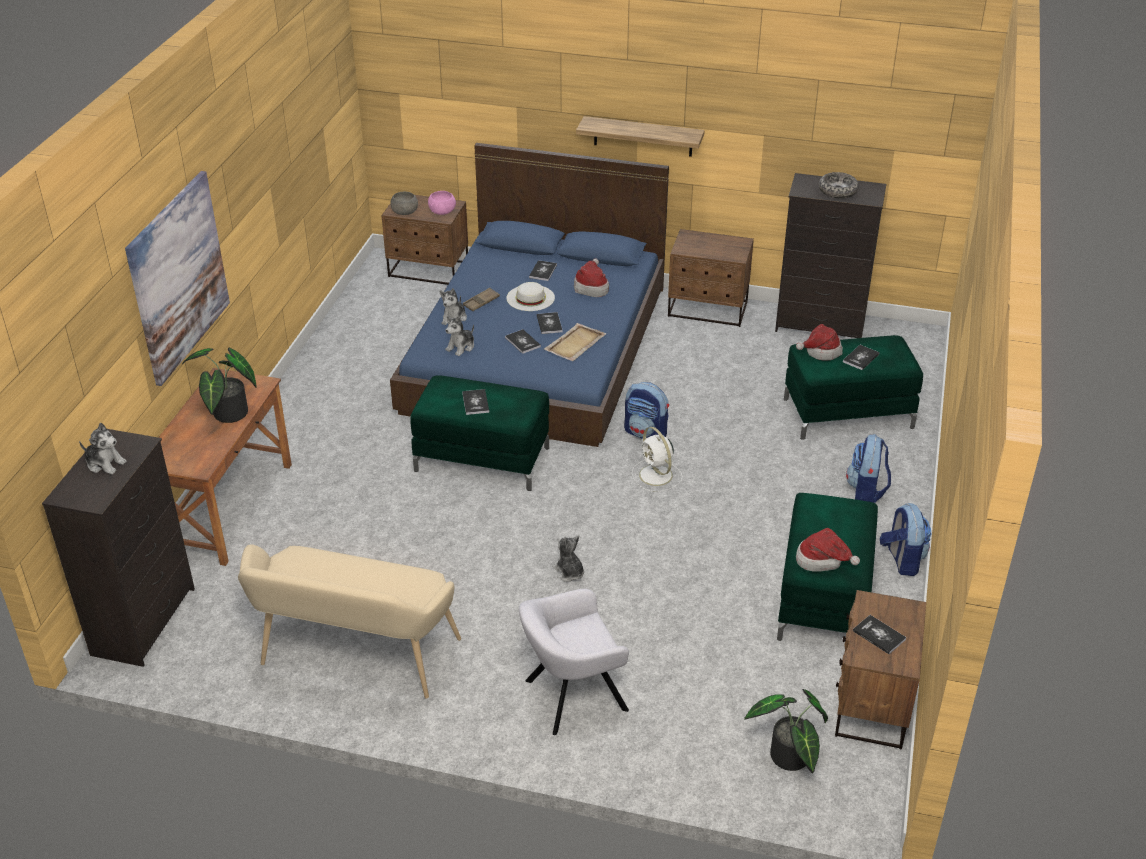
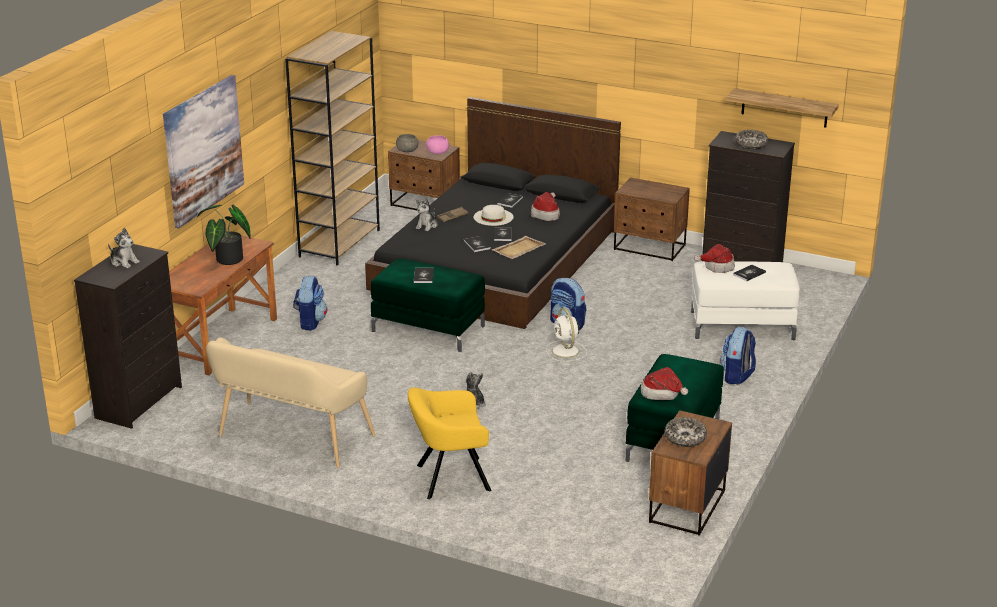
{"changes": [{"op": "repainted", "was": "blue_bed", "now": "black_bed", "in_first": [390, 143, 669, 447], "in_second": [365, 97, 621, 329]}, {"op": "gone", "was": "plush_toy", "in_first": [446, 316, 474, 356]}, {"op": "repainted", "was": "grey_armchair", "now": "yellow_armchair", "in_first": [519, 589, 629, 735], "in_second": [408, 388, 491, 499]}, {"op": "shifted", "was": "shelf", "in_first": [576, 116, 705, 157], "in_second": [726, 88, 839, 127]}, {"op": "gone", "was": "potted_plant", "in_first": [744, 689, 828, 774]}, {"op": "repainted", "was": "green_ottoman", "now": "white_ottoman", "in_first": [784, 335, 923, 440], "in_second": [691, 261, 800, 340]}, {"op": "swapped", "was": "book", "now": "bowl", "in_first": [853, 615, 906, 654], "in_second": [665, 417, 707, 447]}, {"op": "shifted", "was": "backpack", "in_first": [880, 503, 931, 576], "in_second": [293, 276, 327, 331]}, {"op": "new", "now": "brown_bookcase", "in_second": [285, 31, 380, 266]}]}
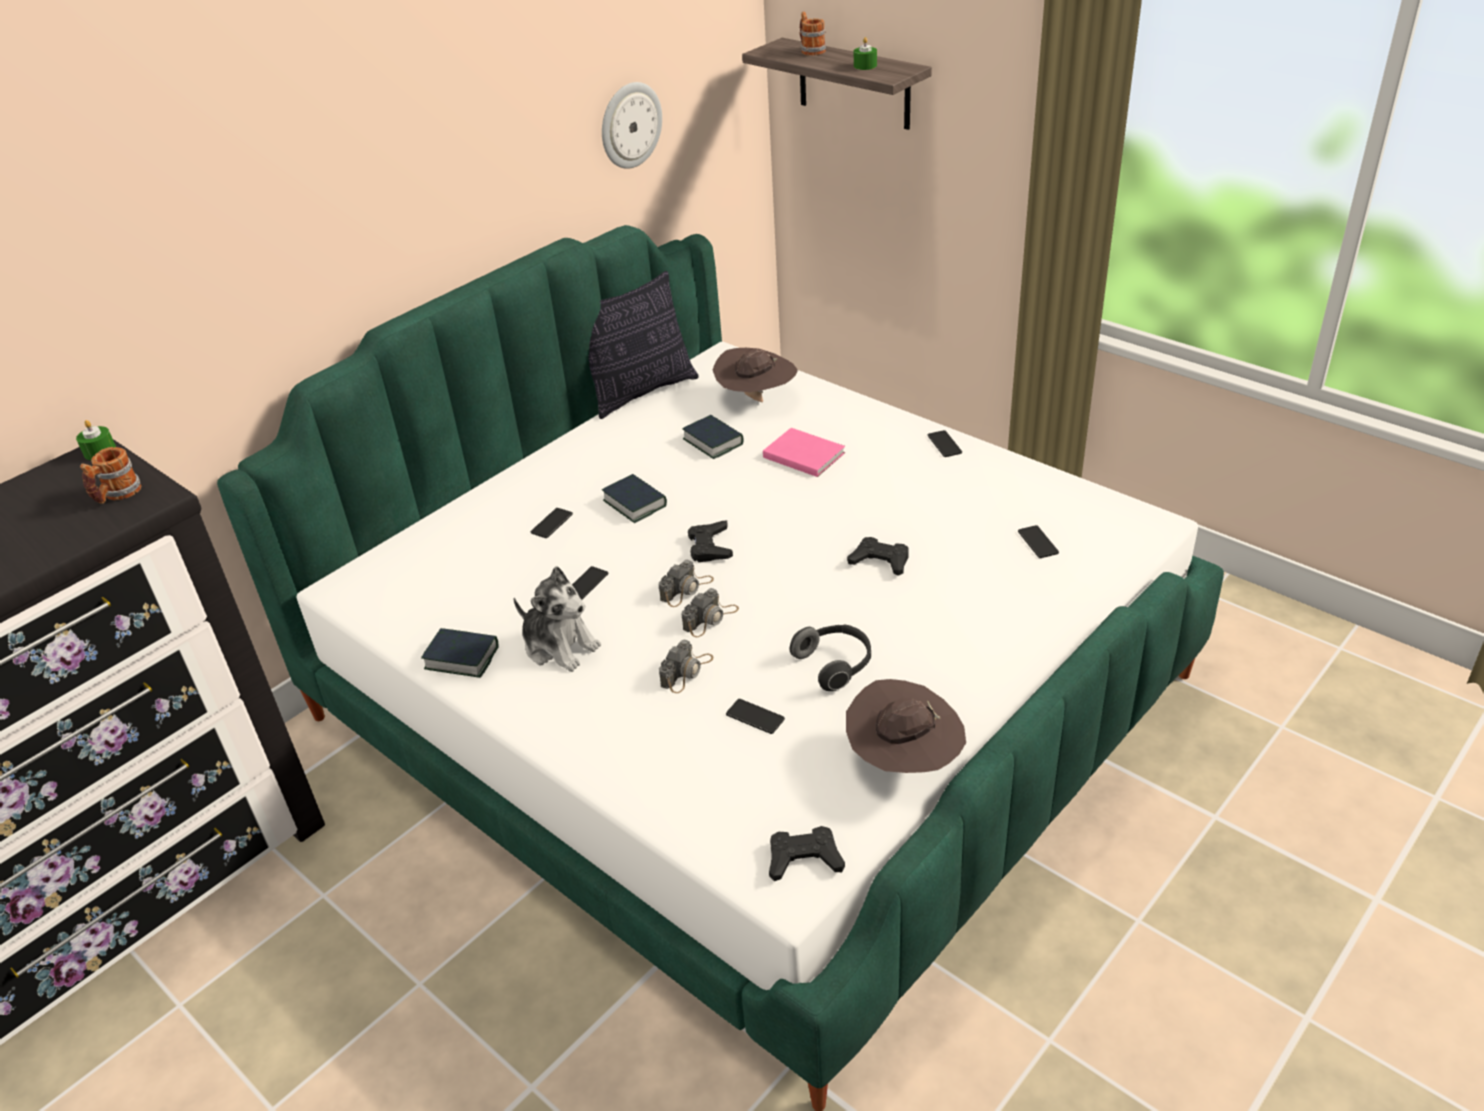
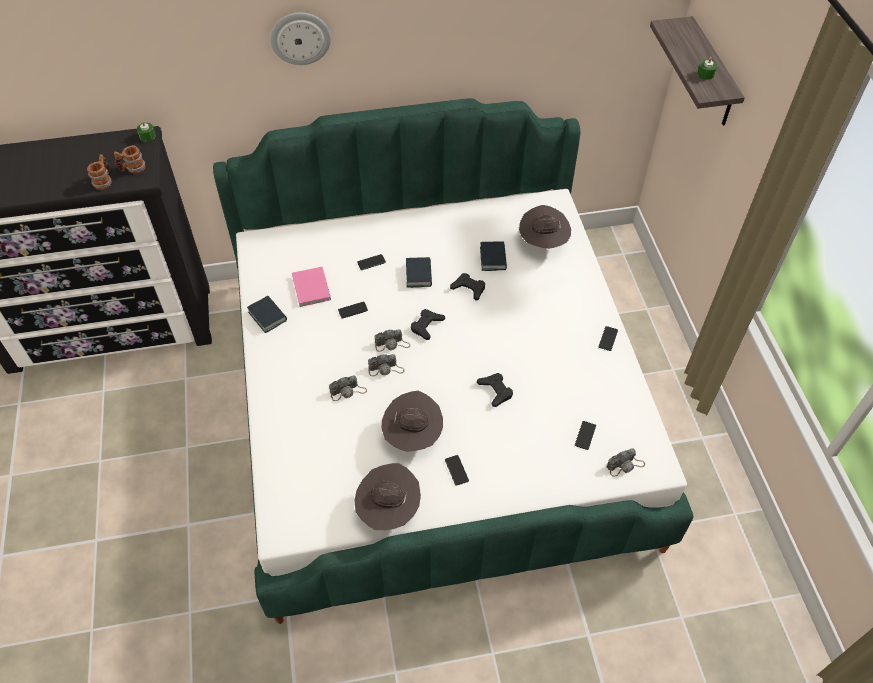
{"changes": [{"op": "gone", "was": "plush_toy", "in_first": [513, 566, 601, 672]}, {"op": "gone", "was": "pillow", "in_first": [588, 271, 699, 419]}, {"op": "shifted", "was": "wall_clock", "in_first": [602, 82, 662, 169], "in_second": [270, 13, 331, 65]}, {"op": "shifted", "was": "phone", "in_first": [726, 699, 785, 734], "in_second": [445, 455, 469, 486]}, {"op": "shifted", "was": "pink_book", "in_first": [763, 428, 845, 477], "in_second": [292, 267, 331, 307]}, {"op": "shifted", "was": "black_game_controller", "in_first": [769, 826, 845, 881], "in_second": [450, 273, 485, 300]}, {"op": "swapped", "was": "headphones", "now": "brown_hat", "in_first": [790, 624, 871, 691], "in_second": [382, 391, 443, 452]}, {"op": "shifted", "was": "mug", "in_first": [799, 12, 827, 56], "in_second": [87, 154, 112, 190]}, {"op": "new", "now": "photo_camera", "in_second": [606, 448, 645, 477]}]}
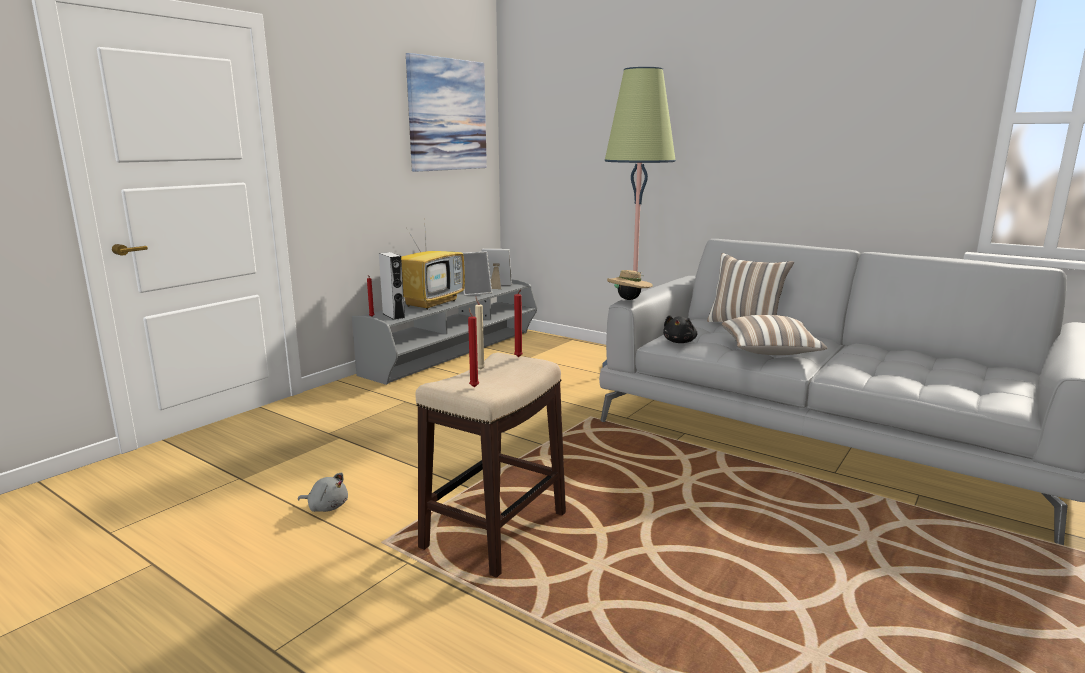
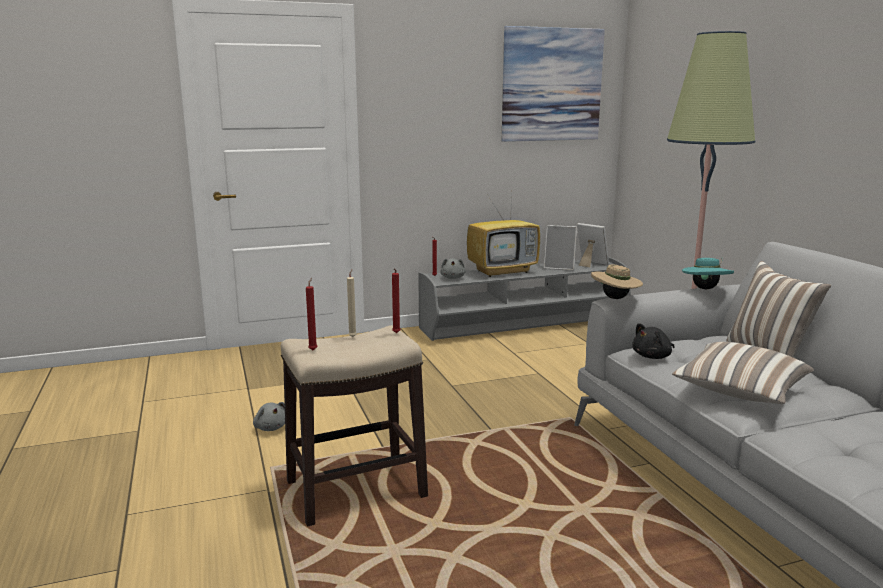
{"changes": [{"op": "swapped", "was": "grey_speaker", "now": "grey_plush_toy", "in_first": [379, 252, 405, 320], "in_second": [440, 258, 466, 279]}, {"op": "new", "now": "turquoise_hat", "in_second": [682, 257, 734, 289]}]}
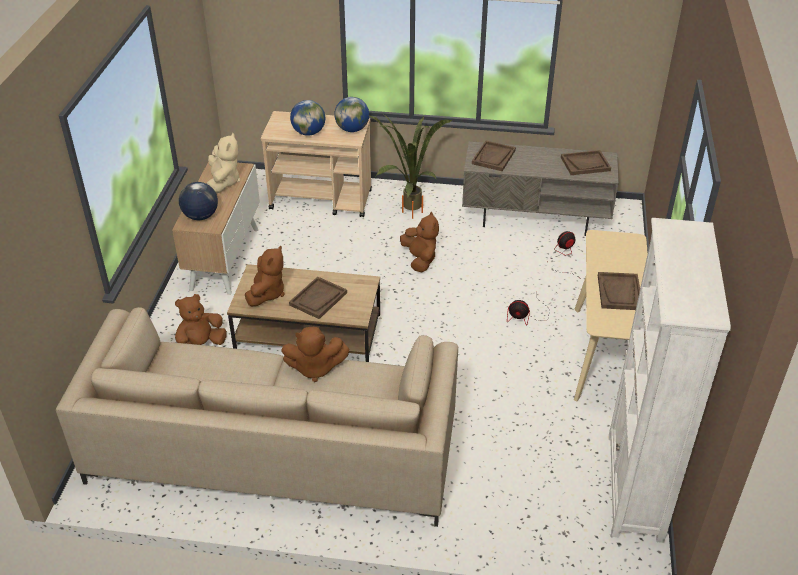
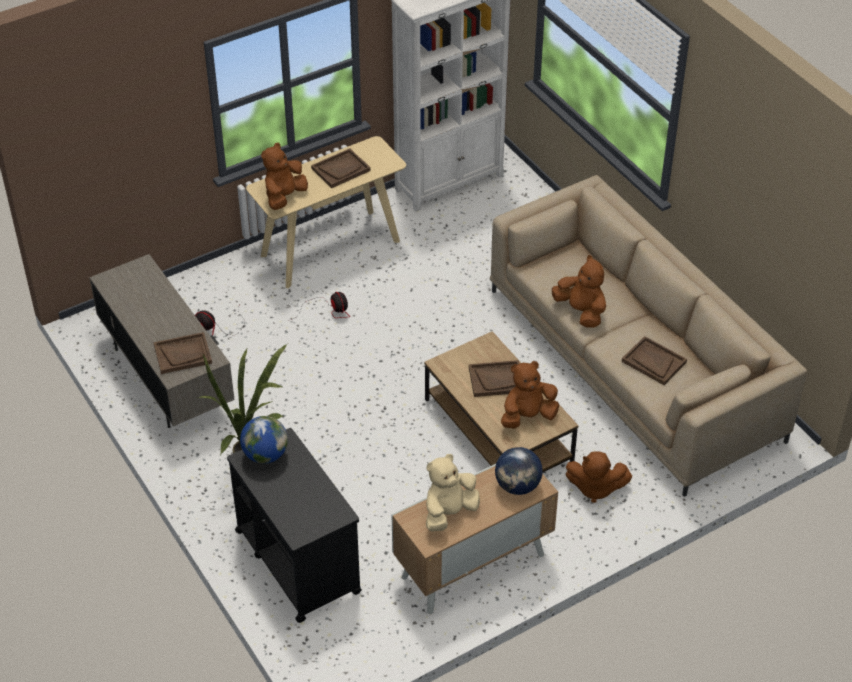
{"changes": [{"op": "repainted", "was": "beige_cart", "now": "black_cart", "in_first": [261, 111, 372, 217], "in_second": [227, 428, 362, 623]}, {"op": "gone", "was": "globe", "in_first": [290, 100, 325, 136]}, {"op": "shifted", "was": "brown_plush_toy", "in_first": [400, 212, 439, 272], "in_second": [261, 143, 308, 210]}, {"op": "shifted", "was": "brown_tray", "in_first": [561, 150, 611, 175], "in_second": [622, 336, 687, 385]}]}
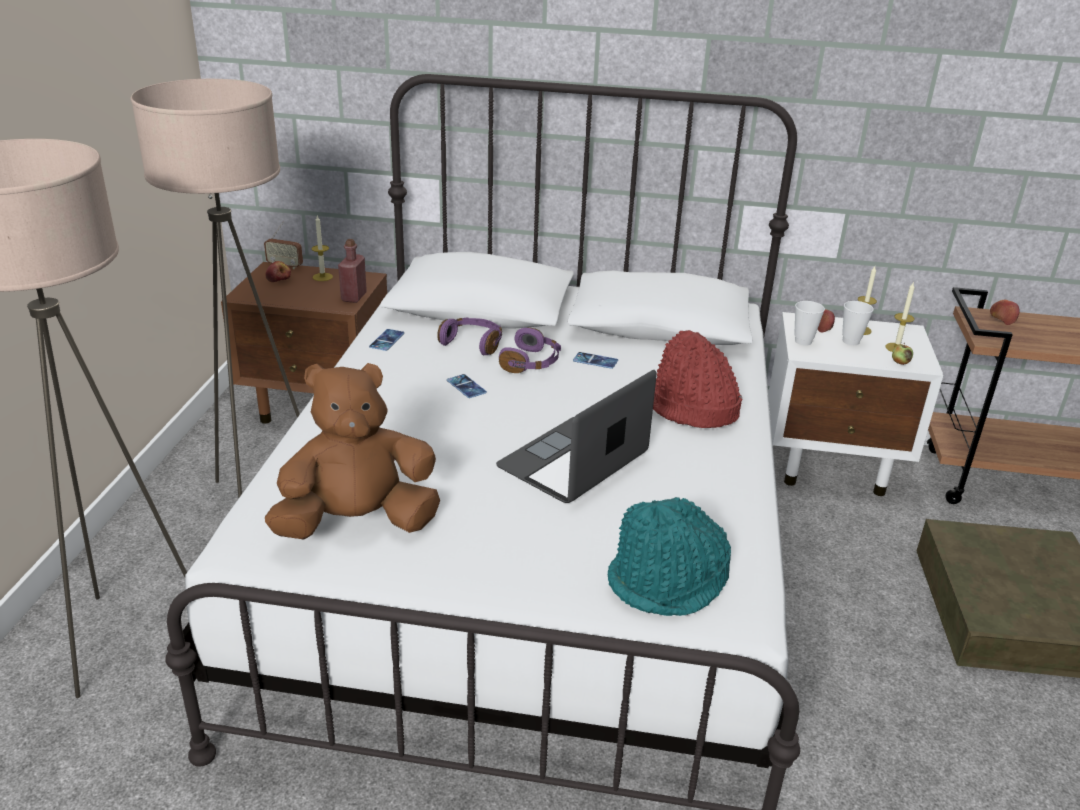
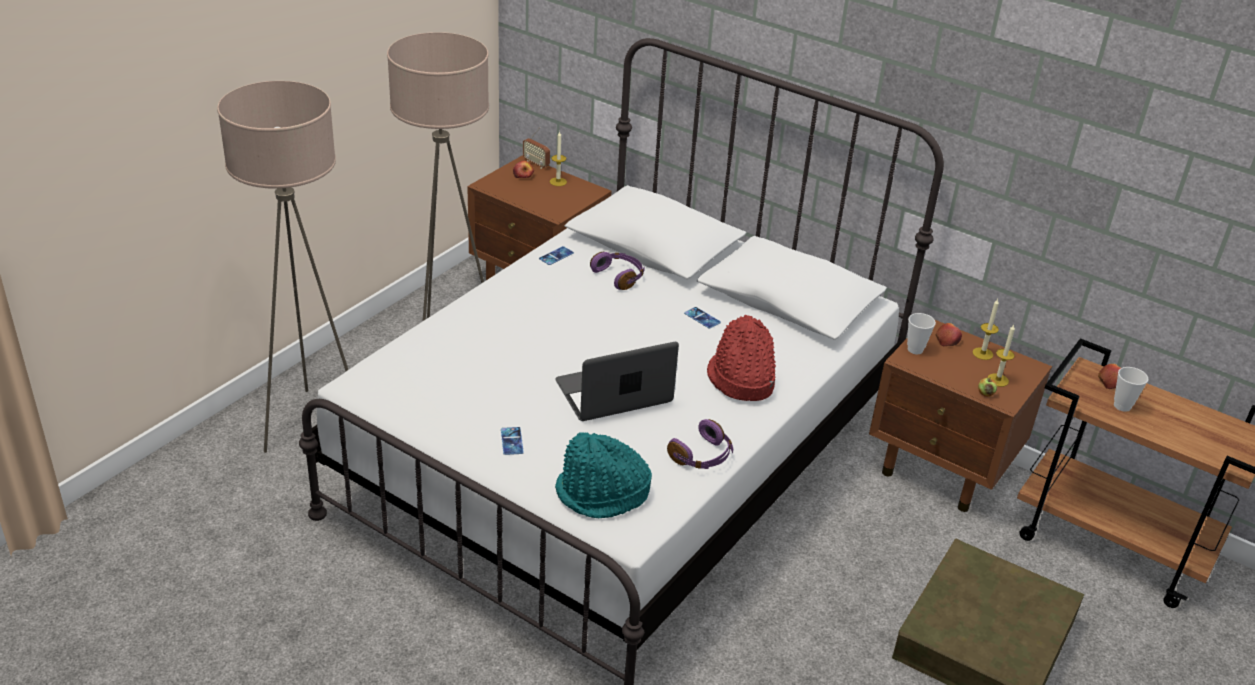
{"changes": [{"op": "gone", "was": "brown_plush_toy", "in_first": [265, 363, 440, 540]}, {"op": "gone", "was": "red_bottle", "in_first": [338, 239, 367, 303]}, {"op": "shifted", "was": "phone", "in_first": [447, 374, 487, 398], "in_second": [501, 427, 524, 455]}, {"op": "shifted", "was": "purple_headphones", "in_first": [499, 327, 561, 373], "in_second": [667, 419, 733, 469]}, {"op": "repainted", "was": "white_nightstand", "now": "brown_nightstand", "in_first": [768, 312, 943, 496], "in_second": [869, 319, 1052, 512]}, {"op": "shifted", "was": "cup", "in_first": [842, 301, 874, 345], "in_second": [1114, 367, 1149, 412]}]}
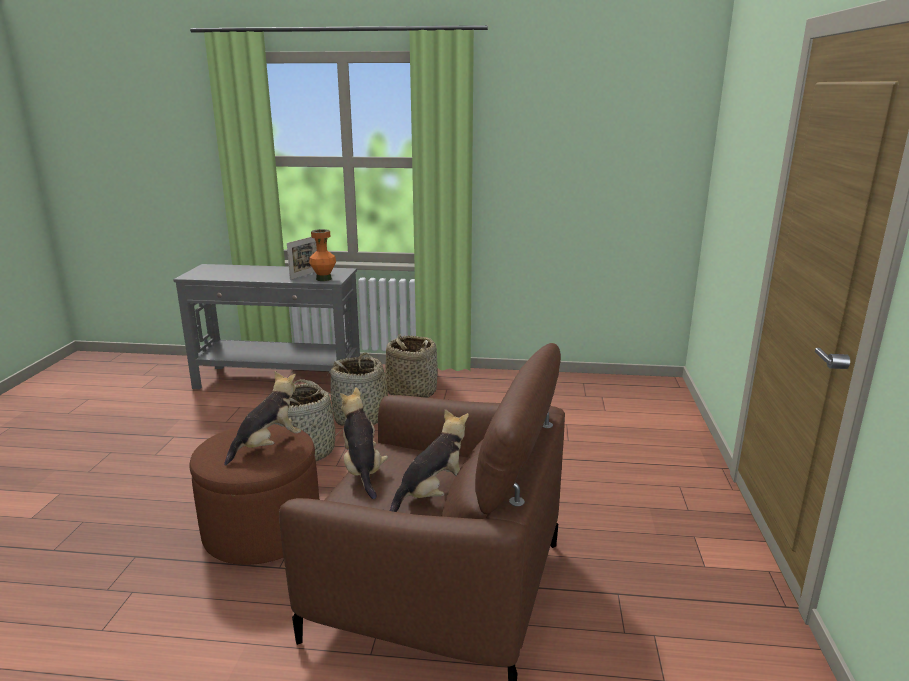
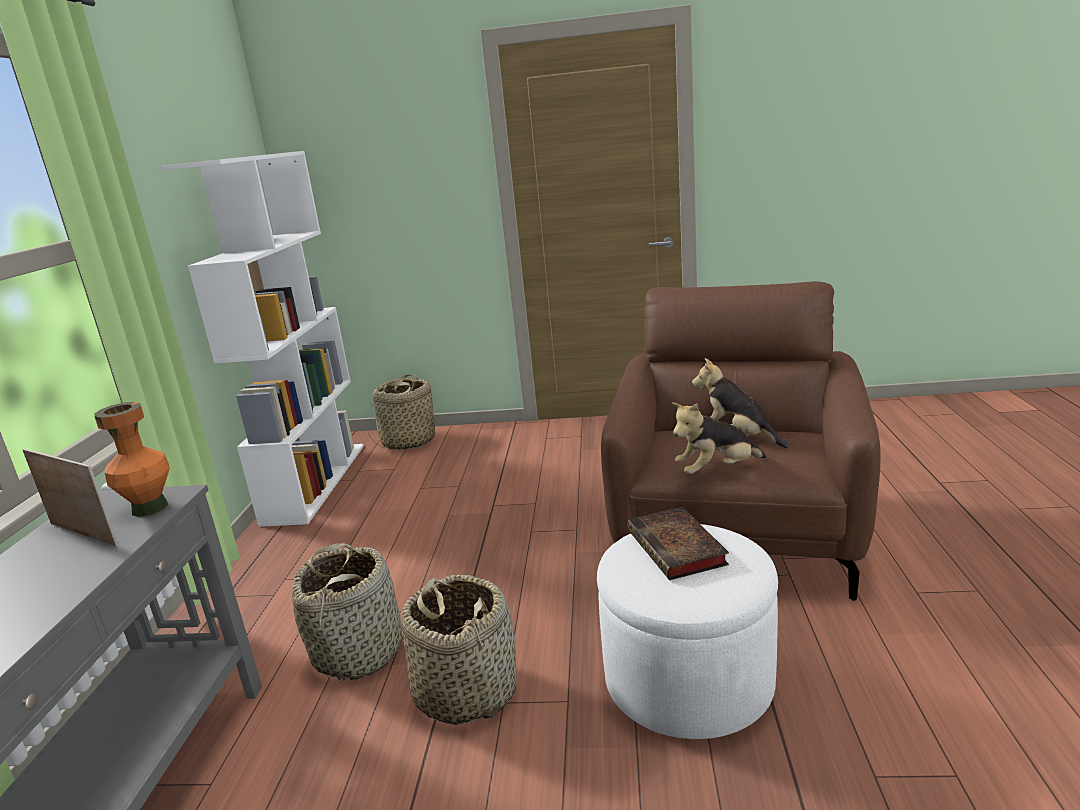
{"changes": [{"op": "repainted", "was": "brown_ottoman", "now": "white_ottoman", "in_first": [189, 424, 319, 565], "in_second": [597, 524, 778, 739]}, {"op": "swapped", "was": "plush_toy", "now": "book", "in_first": [224, 371, 301, 466], "in_second": [627, 507, 729, 580]}, {"op": "shifted", "was": "basket", "in_first": [385, 334, 438, 398], "in_second": [366, 374, 435, 450]}, {"op": "new", "now": "white_bookcase", "in_second": [161, 151, 364, 527]}]}
